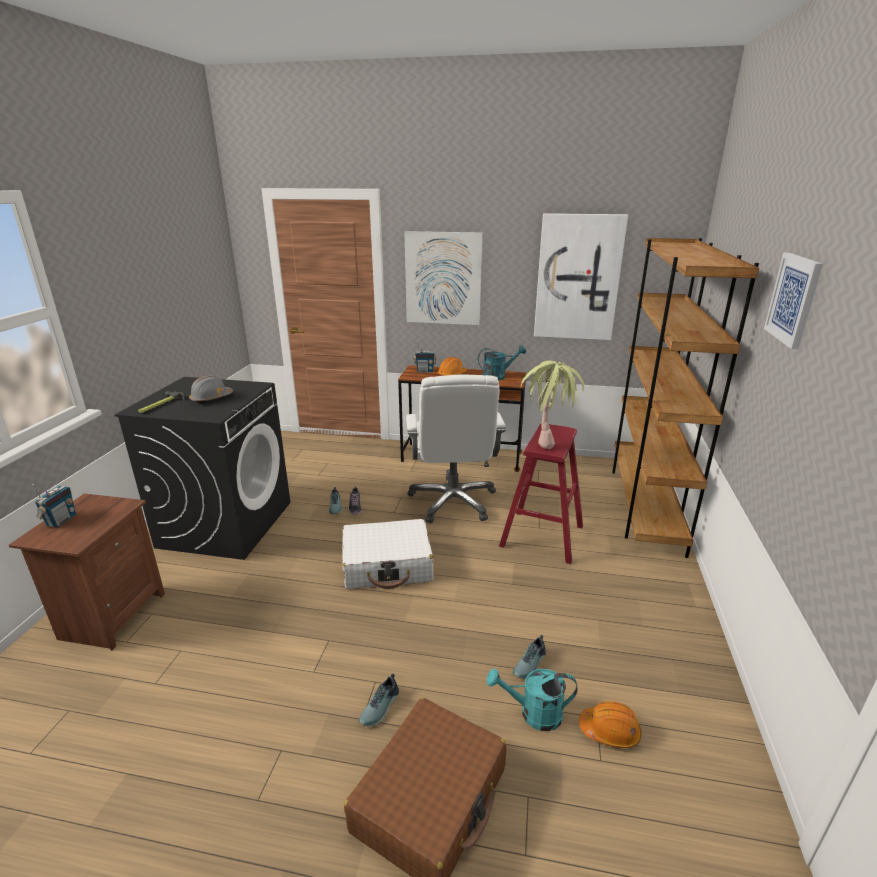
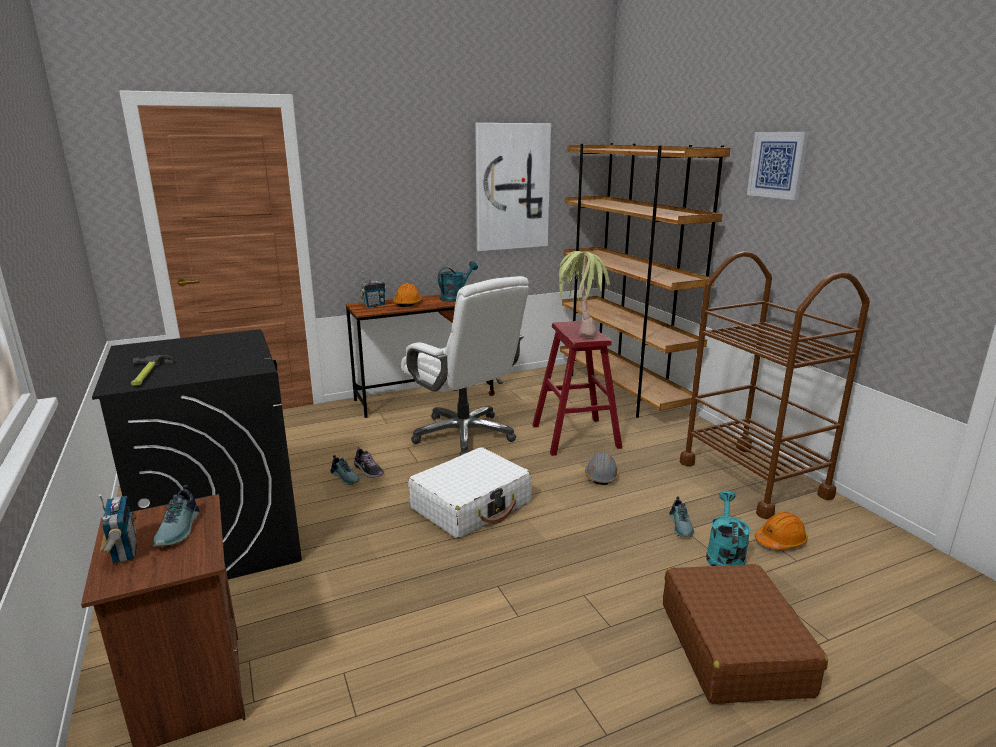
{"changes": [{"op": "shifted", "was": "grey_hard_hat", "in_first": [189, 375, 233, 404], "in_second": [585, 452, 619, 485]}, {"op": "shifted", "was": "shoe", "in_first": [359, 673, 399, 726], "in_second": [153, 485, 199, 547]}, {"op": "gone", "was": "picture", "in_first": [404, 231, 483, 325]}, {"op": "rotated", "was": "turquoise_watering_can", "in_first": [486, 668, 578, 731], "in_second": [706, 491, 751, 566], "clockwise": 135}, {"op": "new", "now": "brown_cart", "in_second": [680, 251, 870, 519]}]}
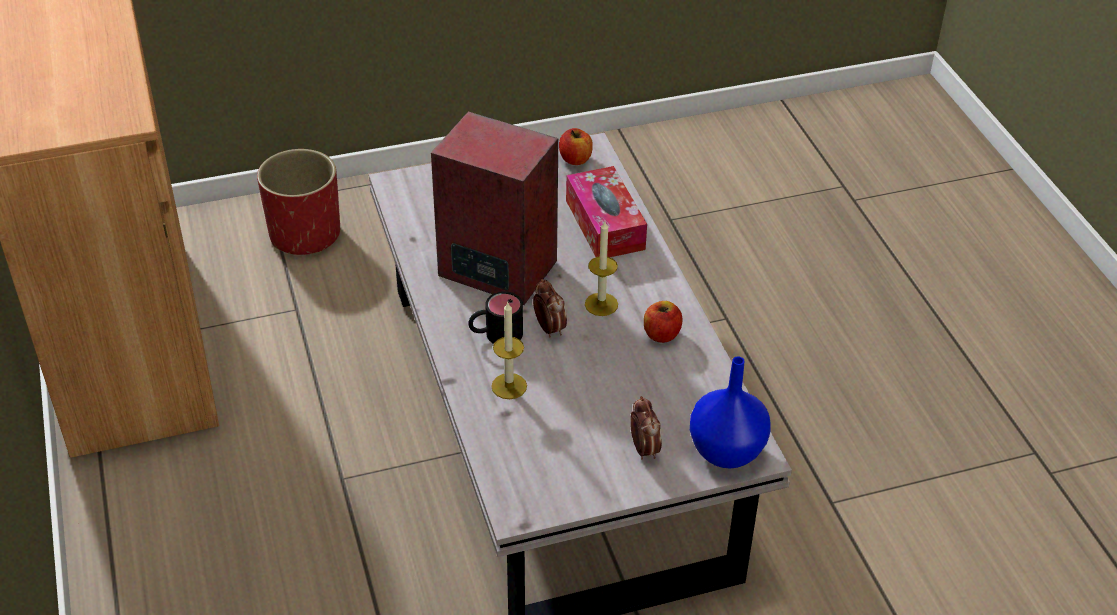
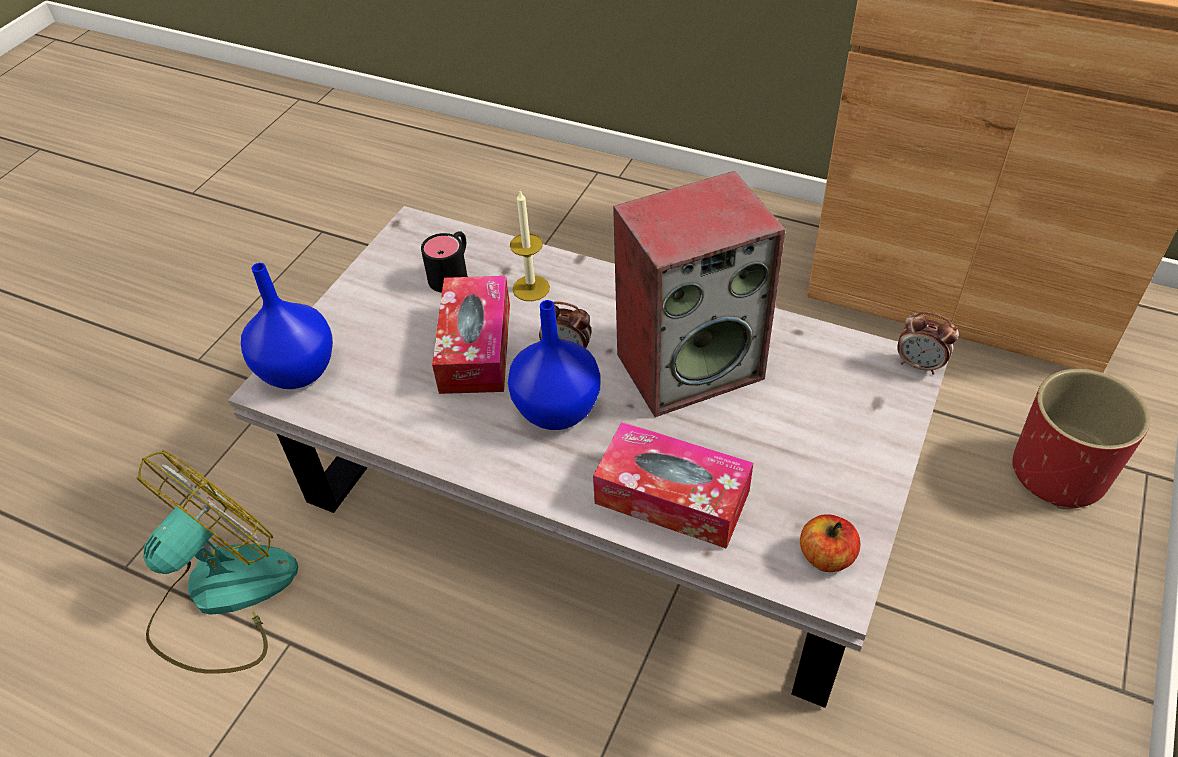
{"changes": [{"op": "shifted", "was": "black_mug", "in_first": [468, 291, 523, 344], "in_second": [421, 231, 468, 293]}, {"op": "swapped", "was": "candle", "now": "blue_vase", "in_first": [585, 221, 618, 316], "in_second": [508, 300, 601, 430]}, {"op": "shifted", "was": "alarm_clock", "in_first": [630, 396, 662, 460], "in_second": [897, 311, 959, 375]}, {"op": "gone", "was": "apple", "in_first": [644, 301, 682, 343]}, {"op": "new", "now": "fan", "in_second": [137, 450, 298, 674]}, {"op": "new", "now": "tissue_box", "in_second": [432, 276, 510, 394]}]}
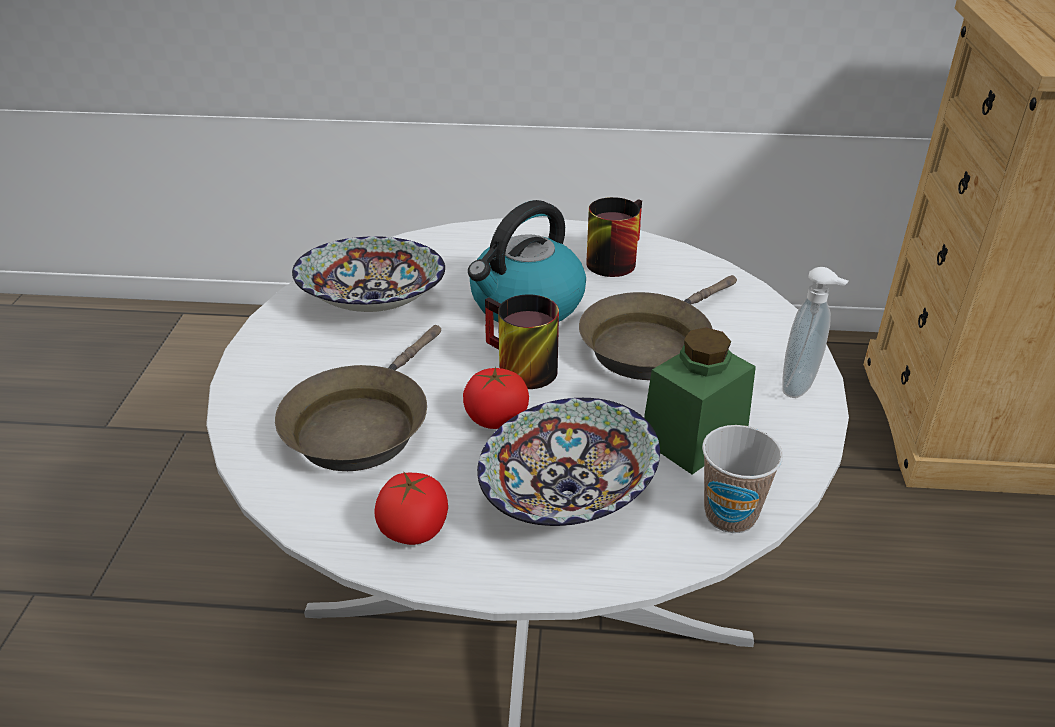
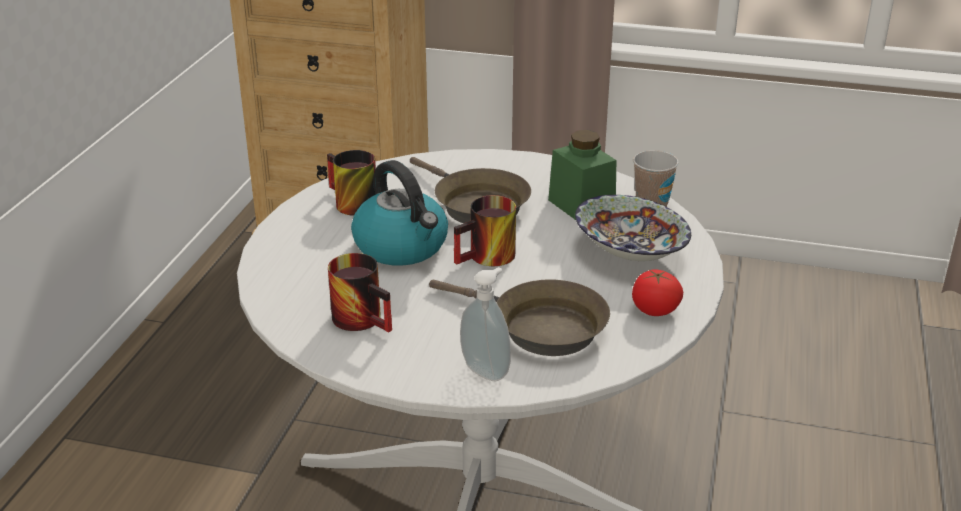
{"changes": [{"op": "swapped", "was": "bowl", "now": "mug", "in_first": [292, 236, 445, 312], "in_second": [328, 253, 392, 332]}, {"op": "gone", "was": "tomato", "in_first": [463, 367, 529, 429]}, {"op": "shifted", "was": "soap_dispenser", "in_first": [782, 267, 849, 398], "in_second": [460, 267, 511, 381]}]}
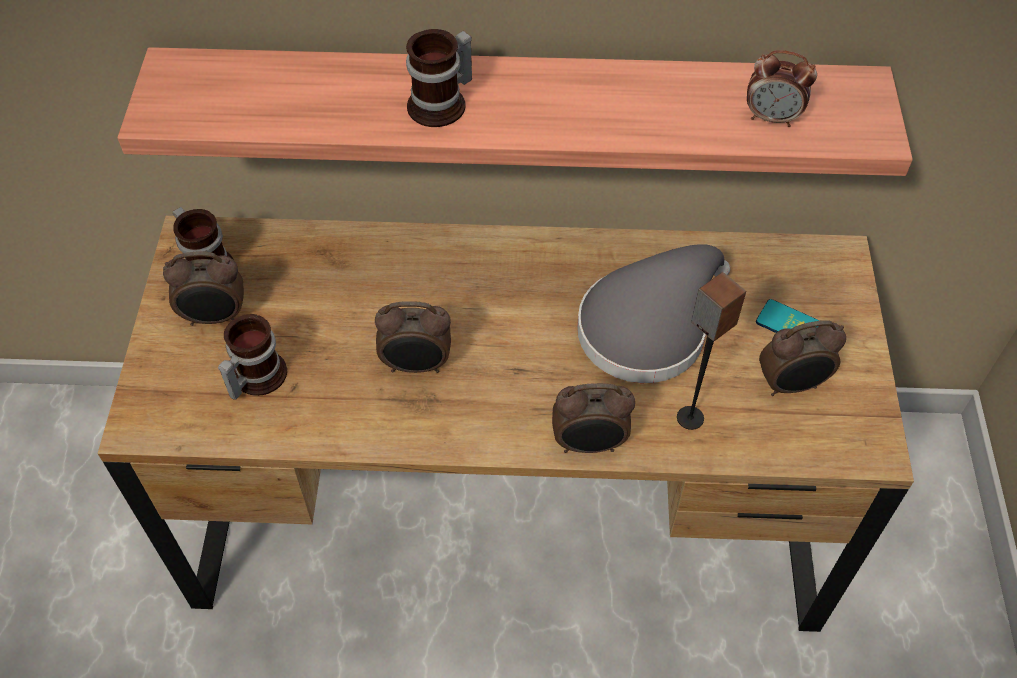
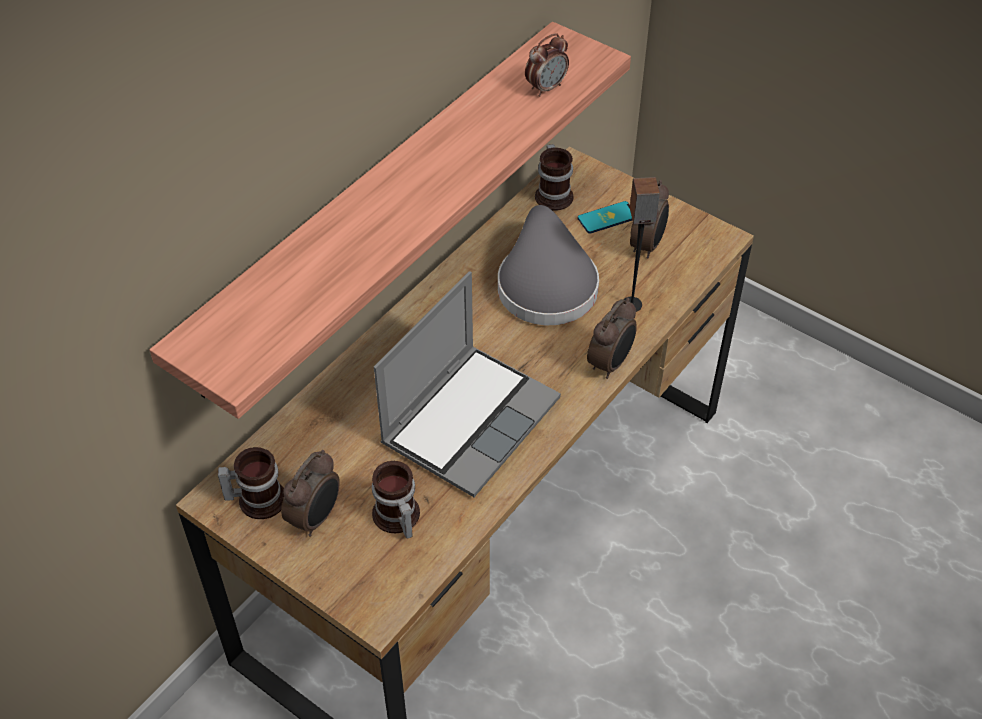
{"changes": [{"op": "swapped", "was": "alarm_clock", "now": "laptop", "in_first": [375, 301, 451, 373], "in_second": [374, 271, 561, 497]}, {"op": "shifted", "was": "mug", "in_first": [406, 29, 472, 127], "in_second": [535, 144, 574, 211]}]}
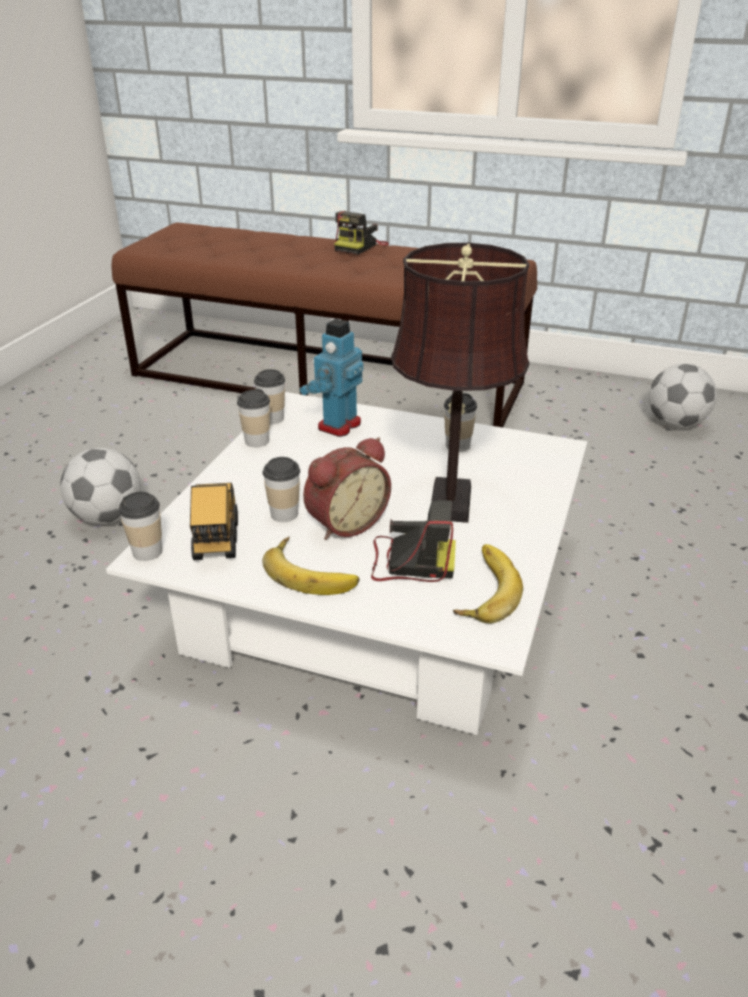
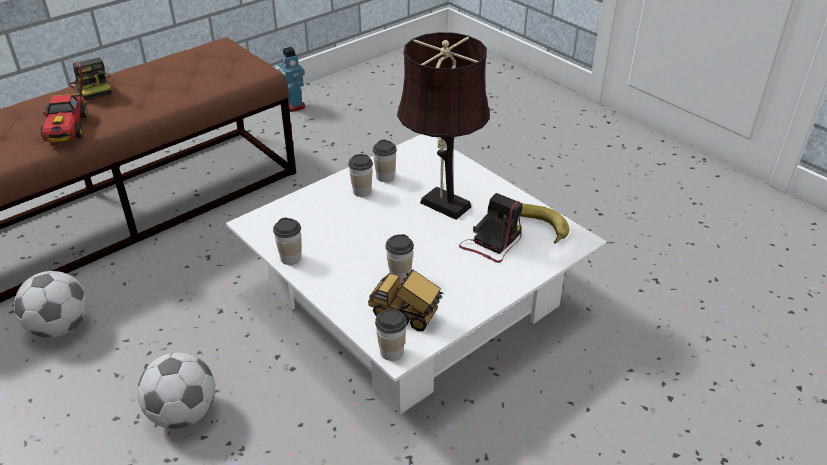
{"changes": [{"op": "shifted", "was": "cup", "in_first": [254, 369, 285, 424], "in_second": [348, 154, 373, 197]}, {"op": "gone", "was": "banana", "in_first": [262, 537, 359, 595]}, {"op": "shifted", "was": "toy_robot", "in_first": [300, 319, 363, 437], "in_second": [278, 47, 305, 112]}, {"op": "gone", "was": "alarm_clock", "in_first": [303, 437, 391, 540]}, {"op": "shifted", "was": "football", "in_first": [649, 364, 717, 428], "in_second": [14, 271, 87, 338]}, {"op": "new", "now": "toy_car", "in_second": [41, 93, 87, 142]}]}
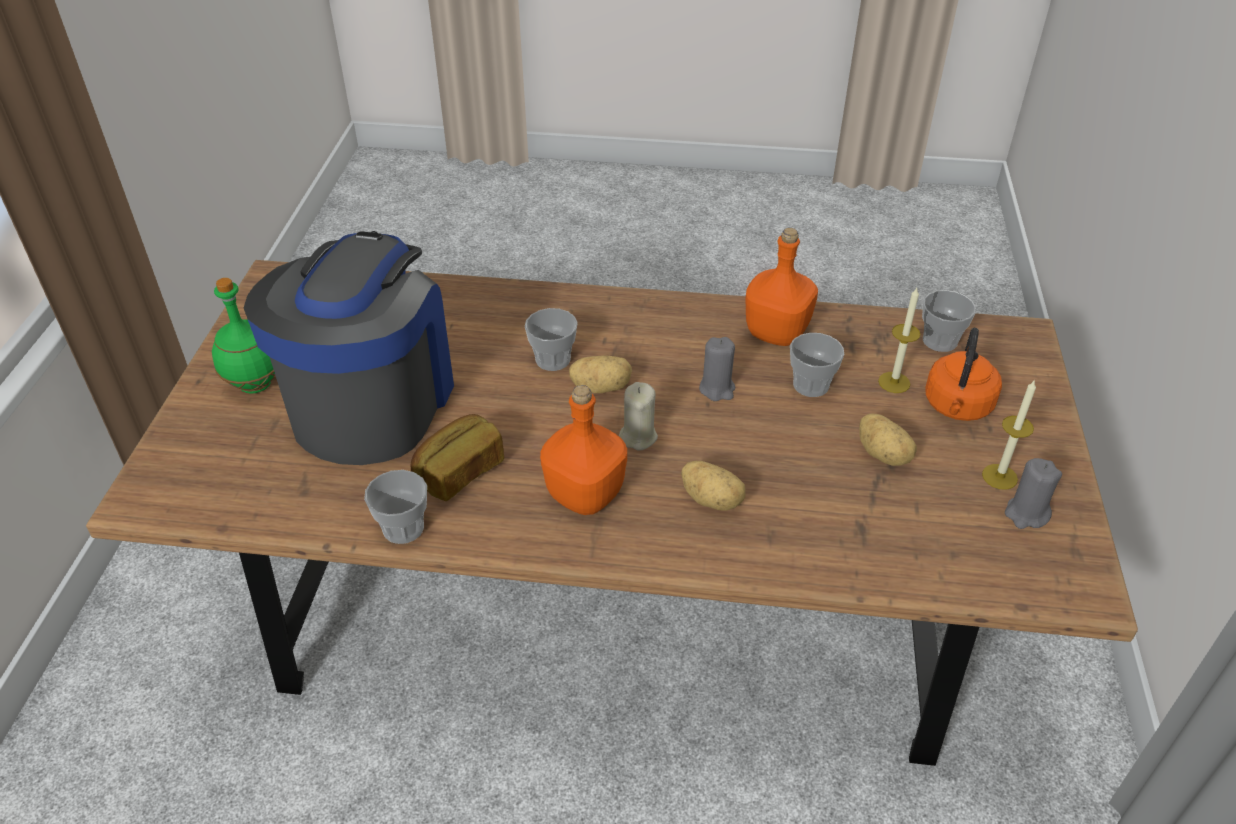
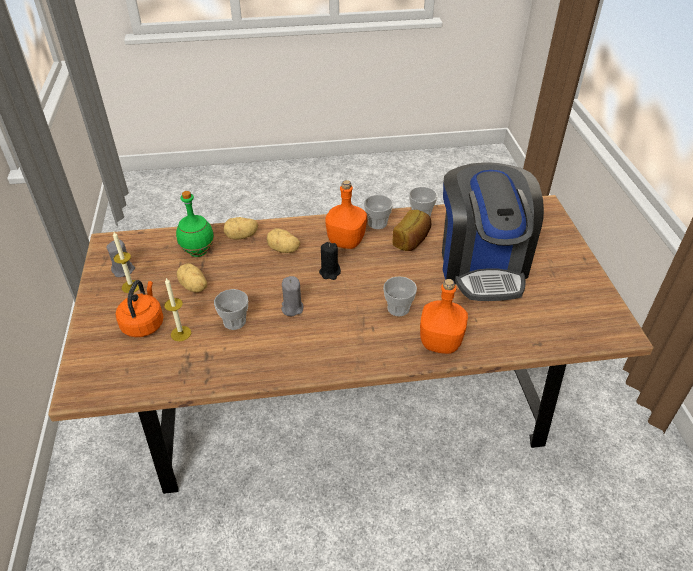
{"changes": [{"op": "shifted", "was": "green_bottle", "in_first": [212, 278, 275, 394], "in_second": [176, 191, 214, 257]}, {"op": "shifted", "was": "potato", "in_first": [569, 355, 632, 393], "in_second": [224, 217, 258, 239]}, {"op": "repainted", "was": "beige_candle", "now": "black_candle", "in_first": [619, 382, 658, 451], "in_second": [319, 242, 341, 280]}, {"op": "shifted", "was": "orange_bottle", "in_first": [745, 228, 818, 346], "in_second": [420, 279, 468, 354]}, {"op": "shifted", "was": "cup", "in_first": [922, 290, 976, 352], "in_second": [364, 195, 393, 229]}]}
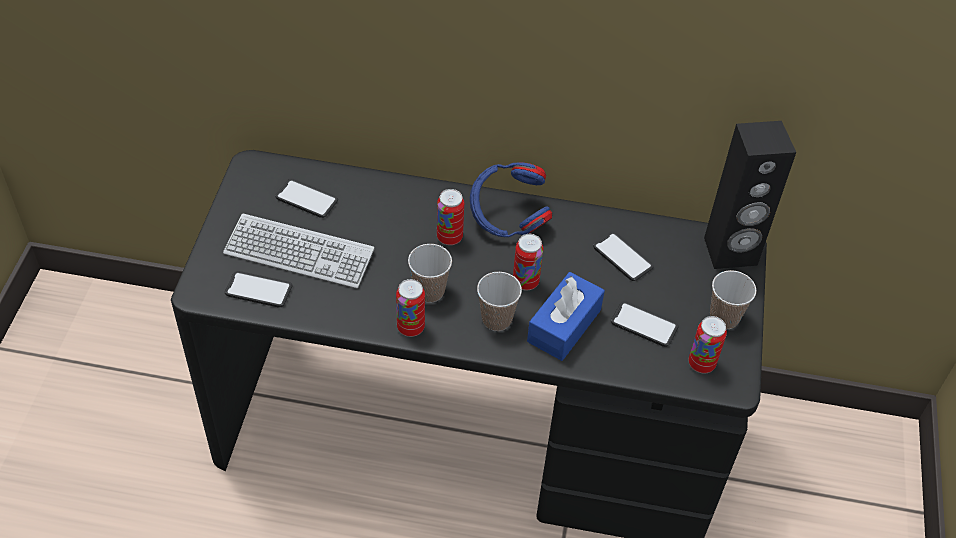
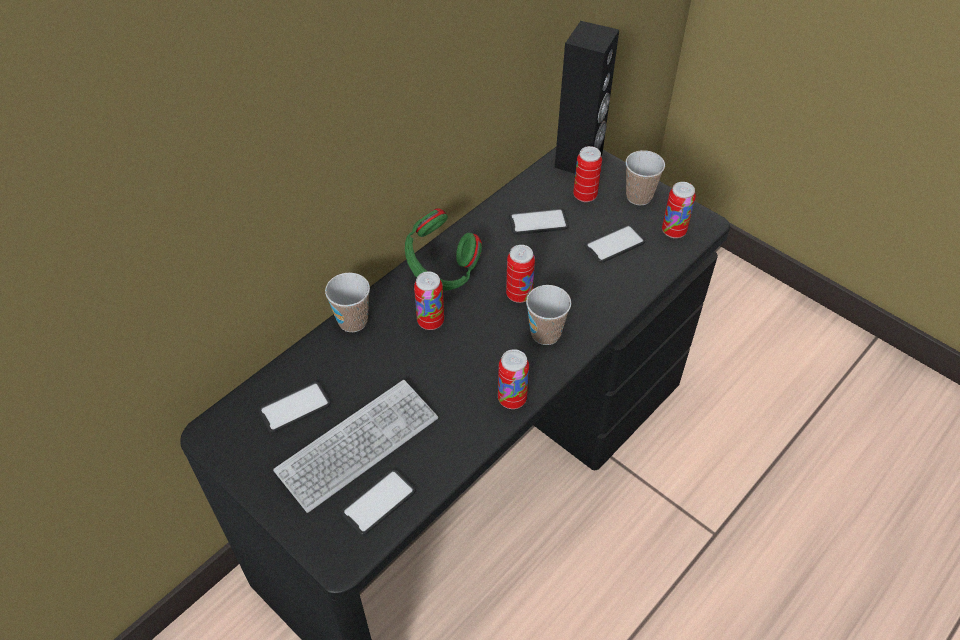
{"changes": [{"op": "shifted", "was": "cup", "in_first": [408, 244, 452, 303], "in_second": [325, 273, 370, 332]}, {"op": "repainted", "was": "blue_headphones", "now": "green_headphones", "in_first": [470, 162, 552, 237], "in_second": [405, 208, 482, 290]}, {"op": "gone", "was": "blue_tissue_box", "in_first": [527, 272, 605, 361]}, {"op": "new", "now": "can", "in_second": [573, 146, 602, 202]}]}
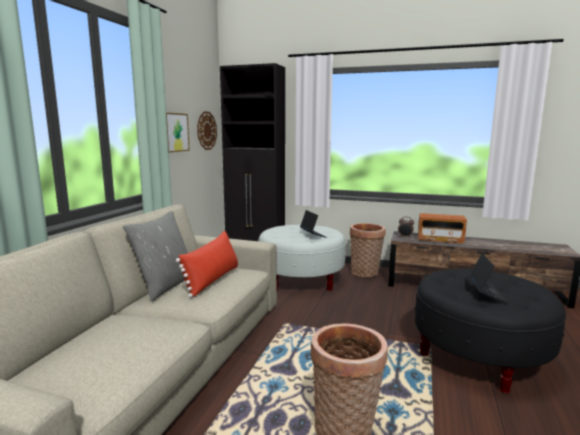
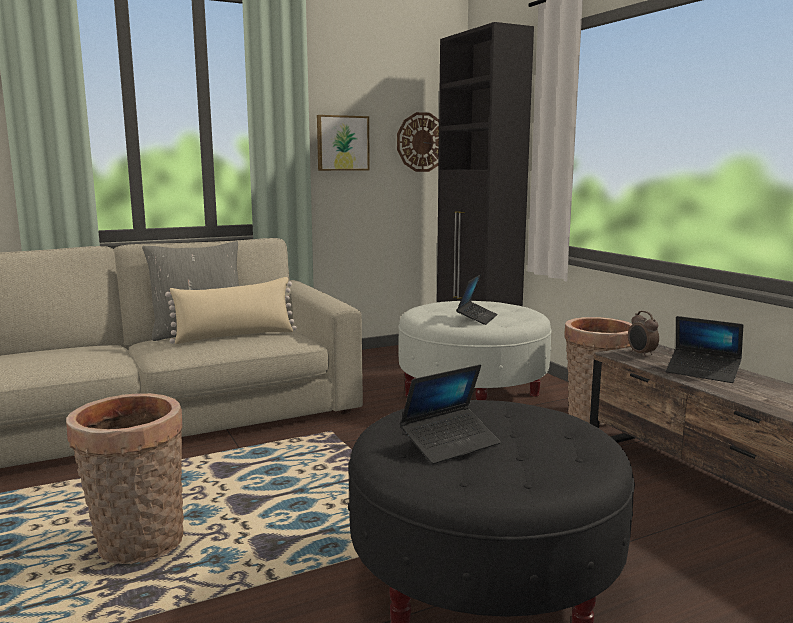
{"changes": [{"op": "repainted", "was": "red_pillow", "now": "beige_pillow", "in_first": [176, 231, 238, 298], "in_second": [165, 277, 297, 344]}, {"op": "swapped", "was": "radio", "now": "laptop", "in_first": [418, 213, 467, 243], "in_second": [666, 316, 743, 383]}]}
